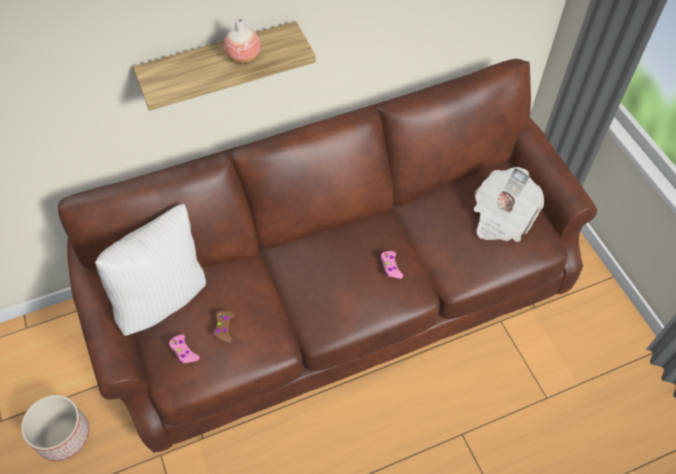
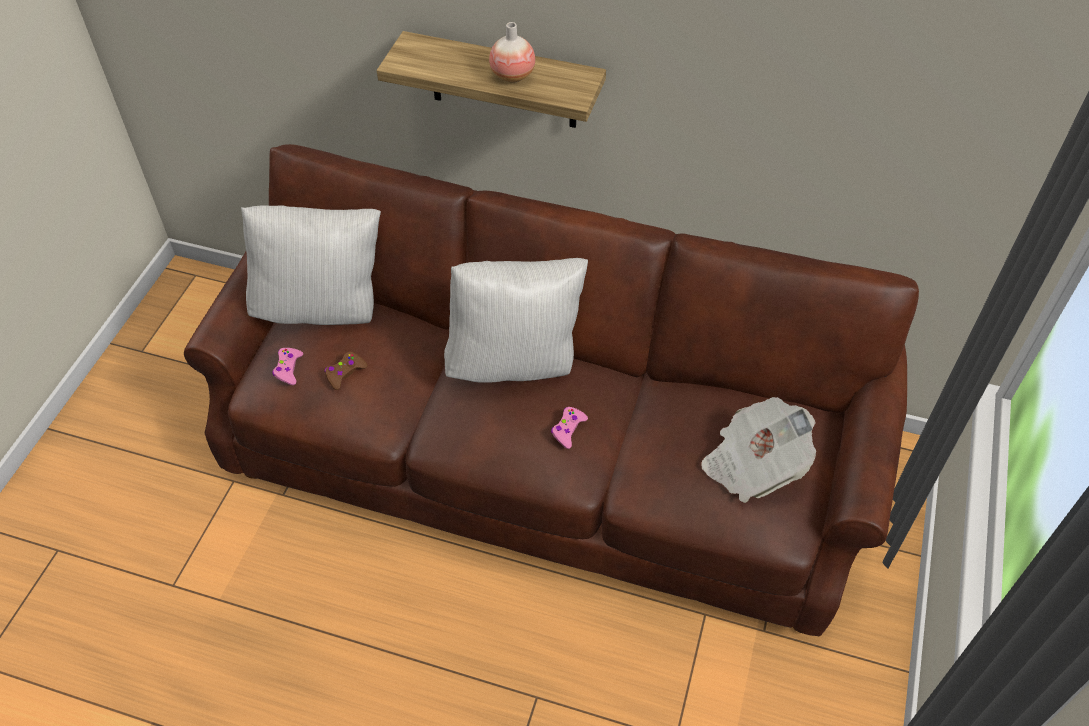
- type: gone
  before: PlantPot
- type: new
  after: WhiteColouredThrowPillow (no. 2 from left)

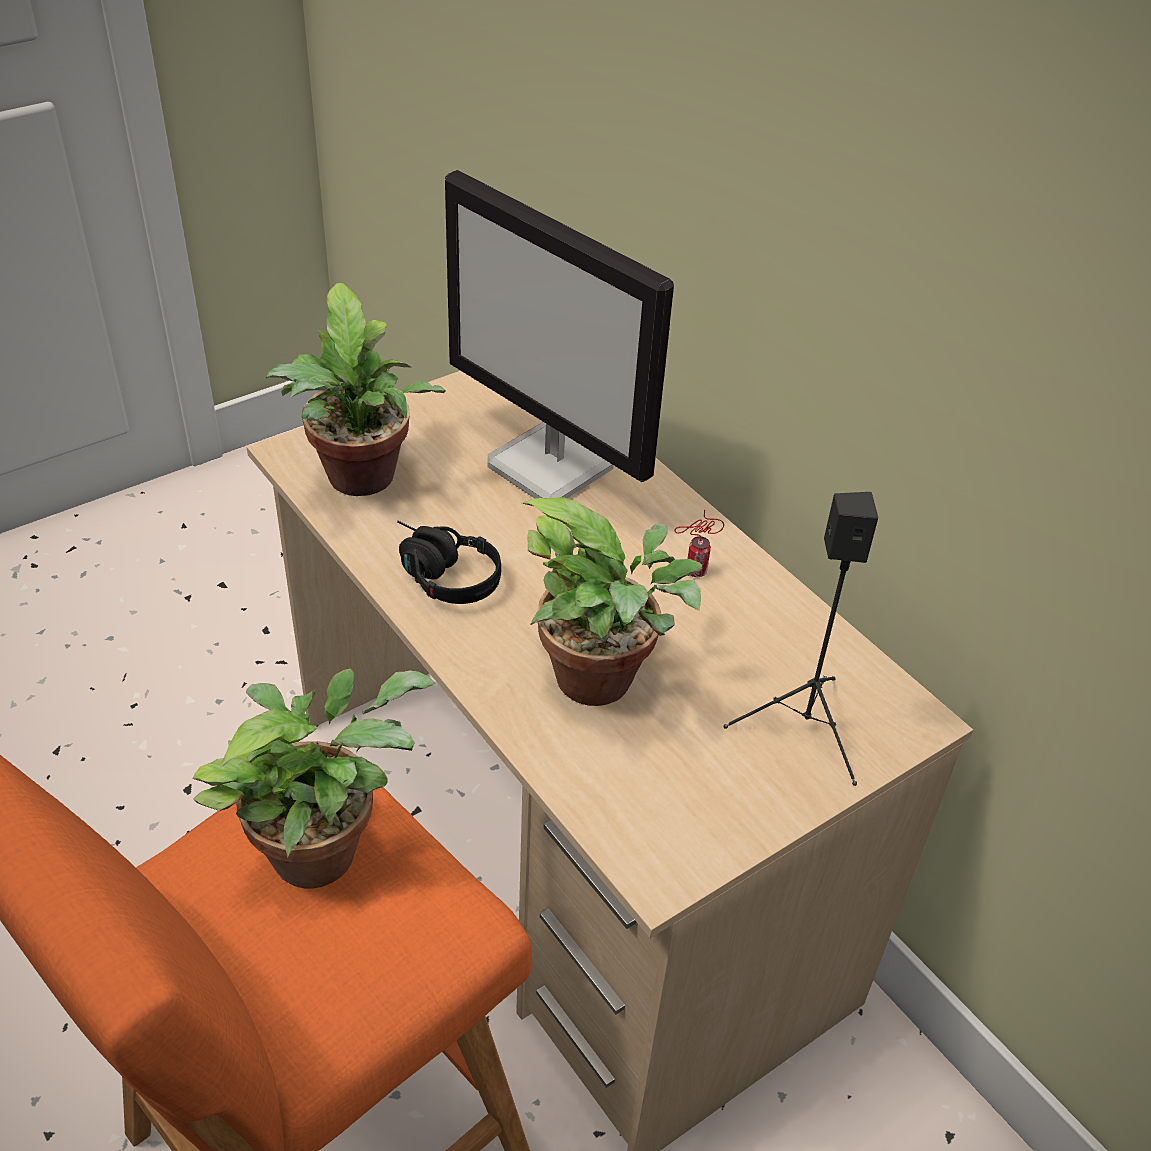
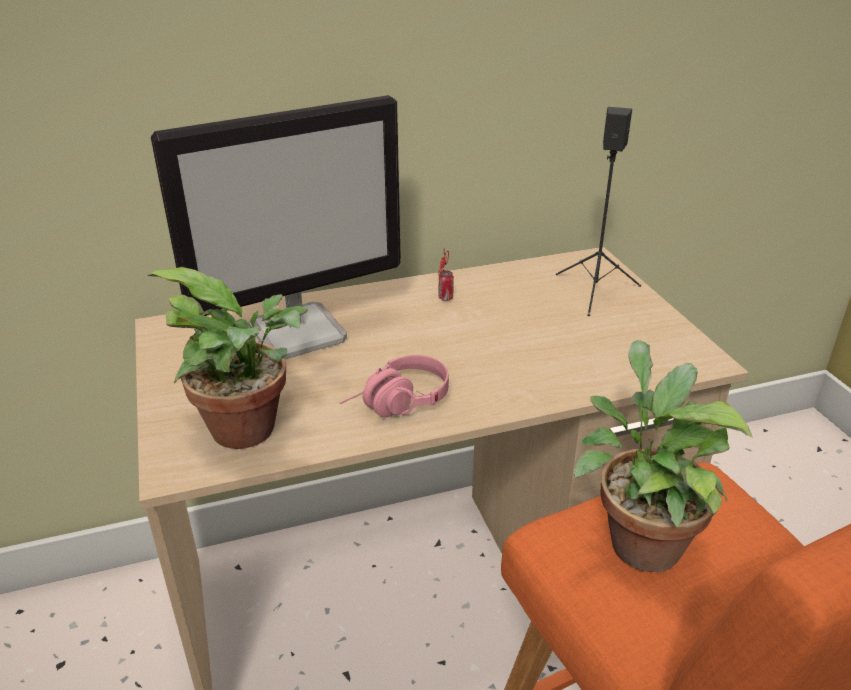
- type: gone
  before: PottedPlant (no. 3 from left)
- type: repainted
  before: BlackishHeadphones
  after: PinkColouredHeadphones

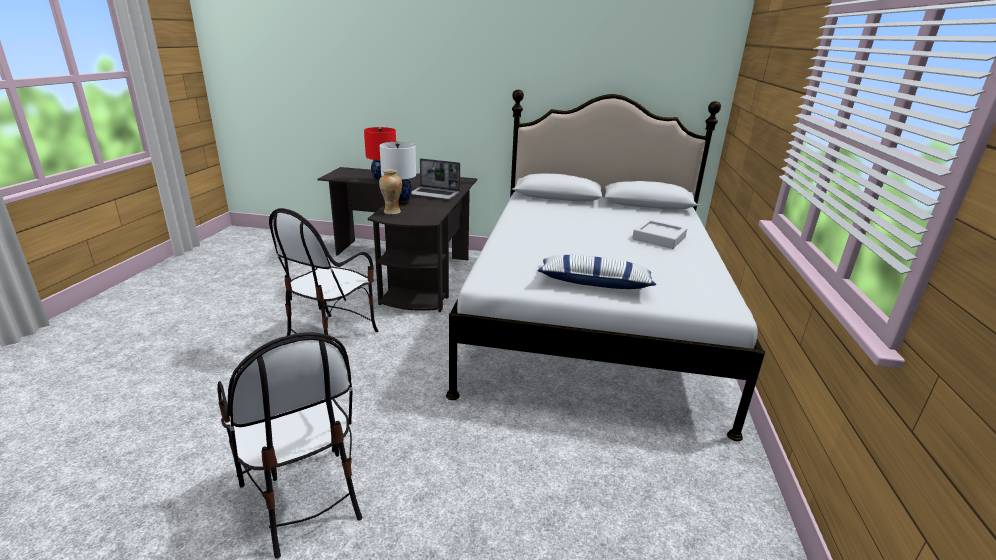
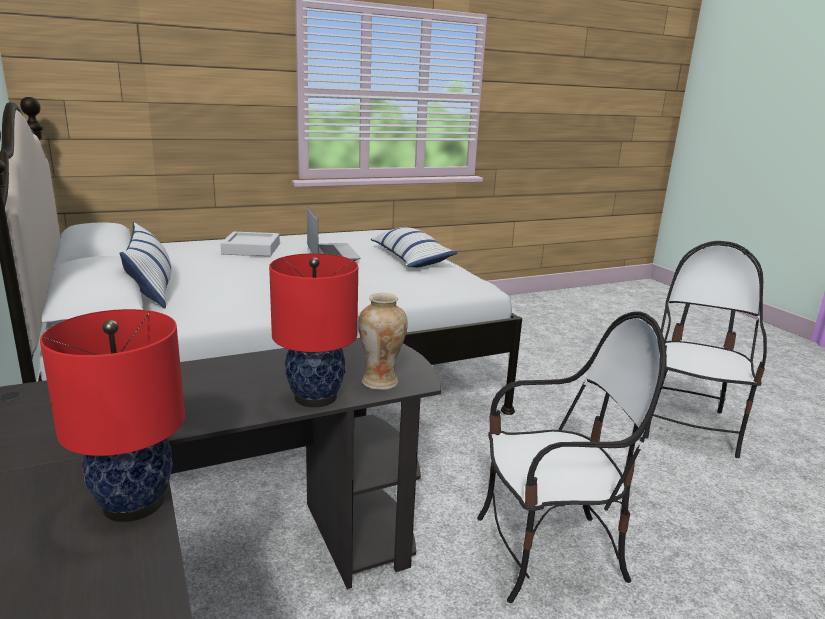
- type: new
  after: ThrowPillow (no. 1 from left)
- type: shifted
  before: PortableComputer
- type: repainted
  before: WhiteColouredLampForATable
  after: ReddishLampForATable (no. 2 from left)

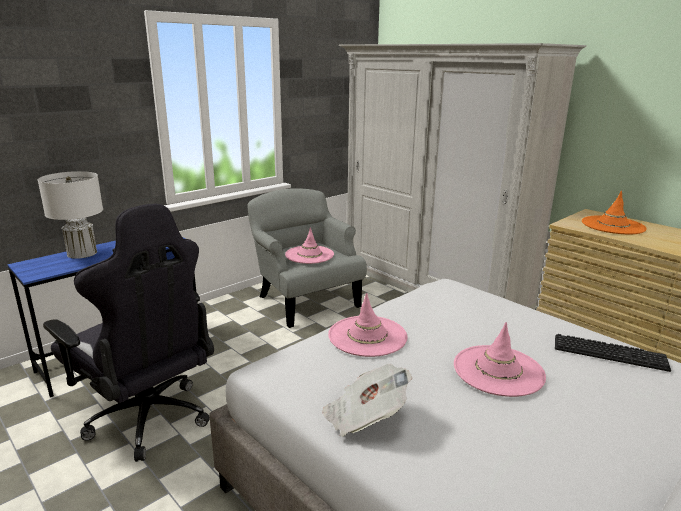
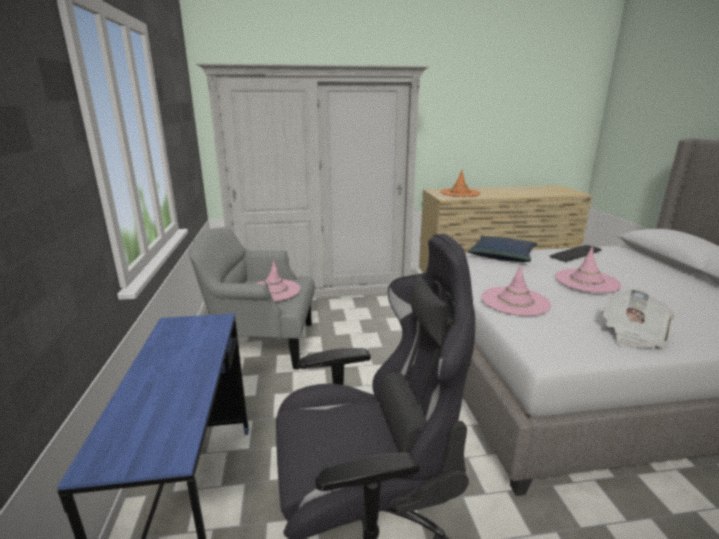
- type: gone
  before: WhiteColouredLampForATable
- type: new
  after: BluishThrowPillow

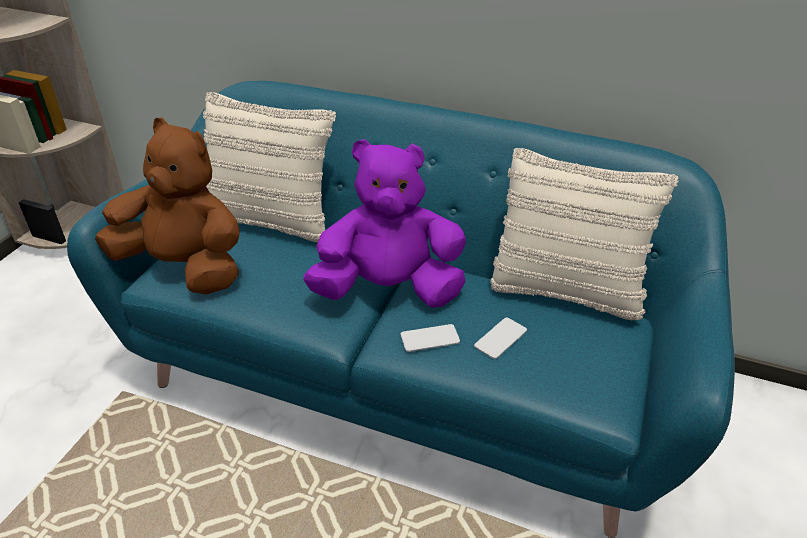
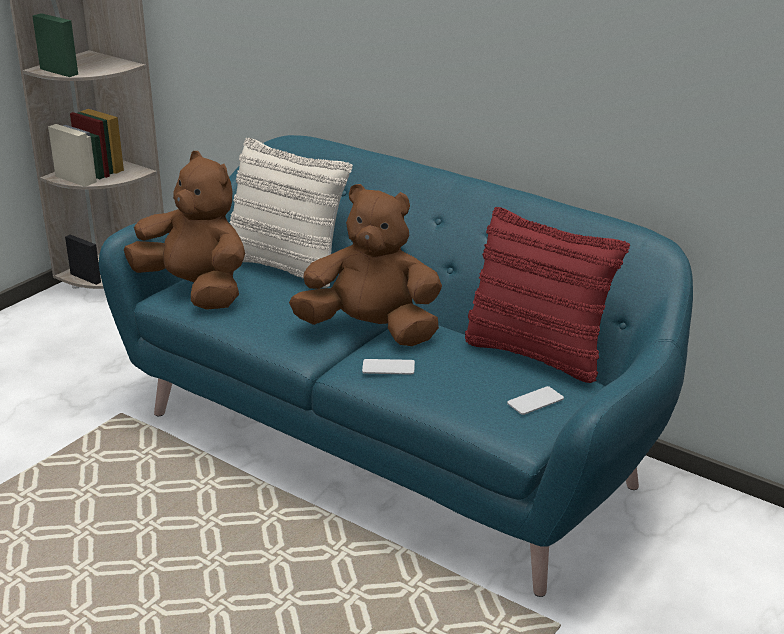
- type: shifted
  before: Telephone (no. 2 from left)
- type: repainted
  before: PurpleCuddlyToy
  after: BrownColouredCuddlyToy (no. 2 from left)
- type: repainted
  before: BeigeThrowPillow (no. 2 from left)
  after: ReddishThrowPillow

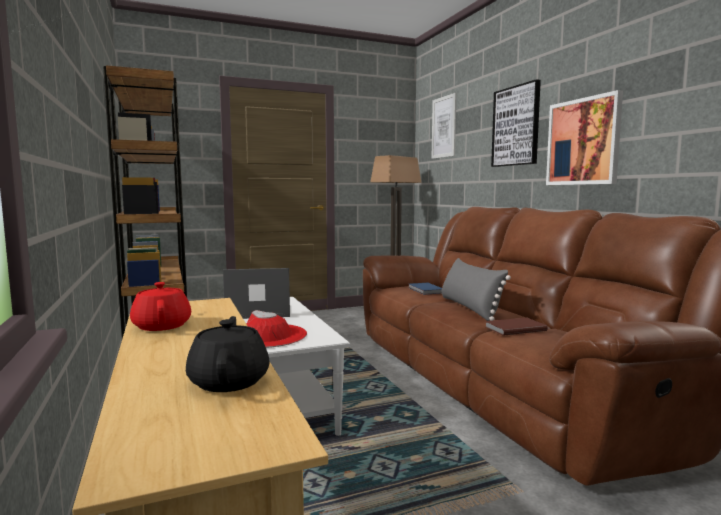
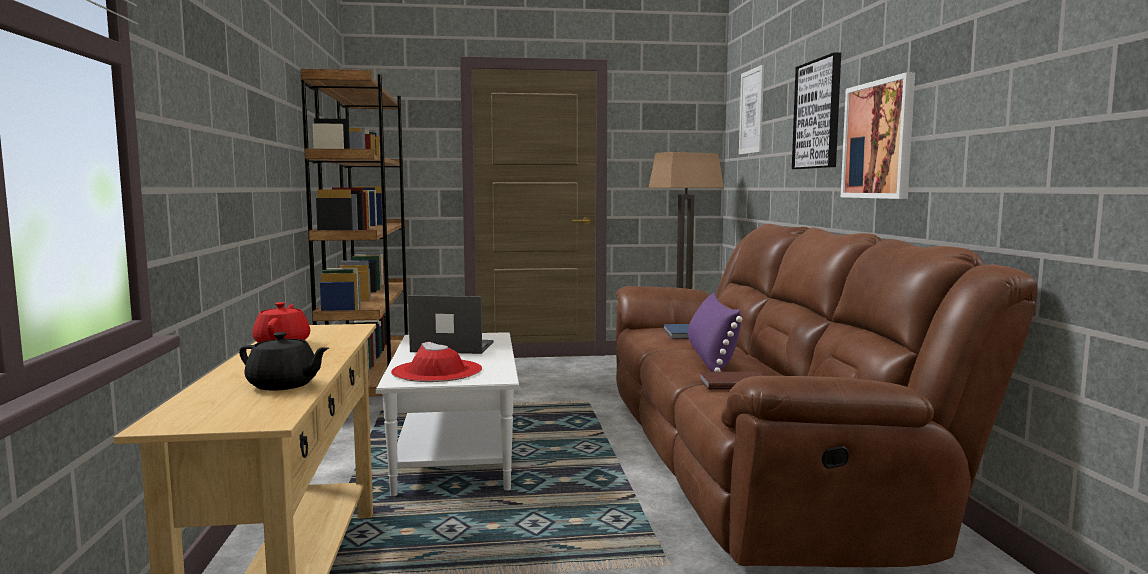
- type: repainted
  before: GreyThrowPillow
  after: PurpleThrowPillow
- type: rotated
  before: BlackishTeaPot
  turn: 105

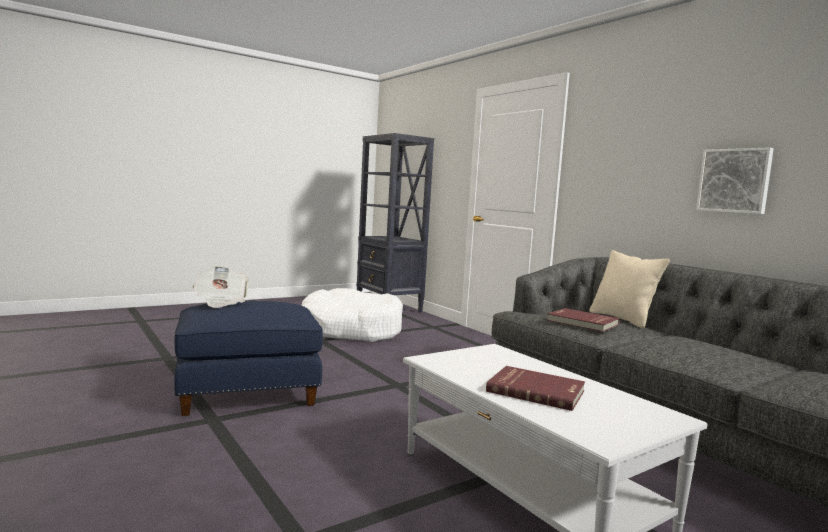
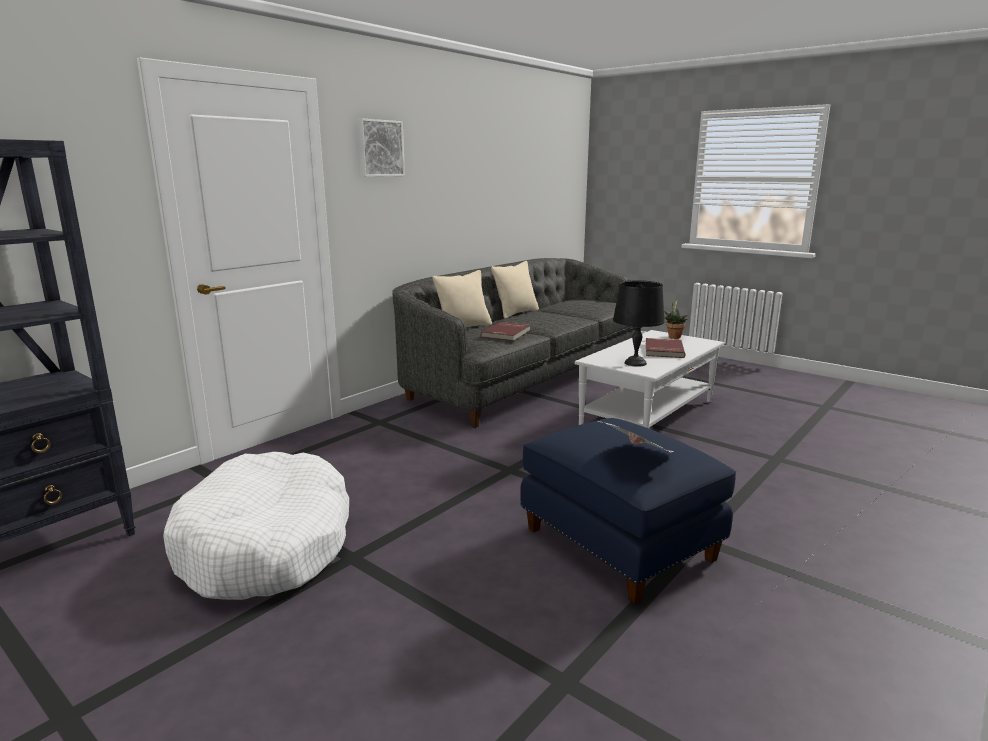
- type: new
  after: BeigeThrowPillow (no. 2 from left)
- type: new
  after: BlackishLampForATable
- type: new
  after: PottedPlant
- type: shifted
  before: WallPicture

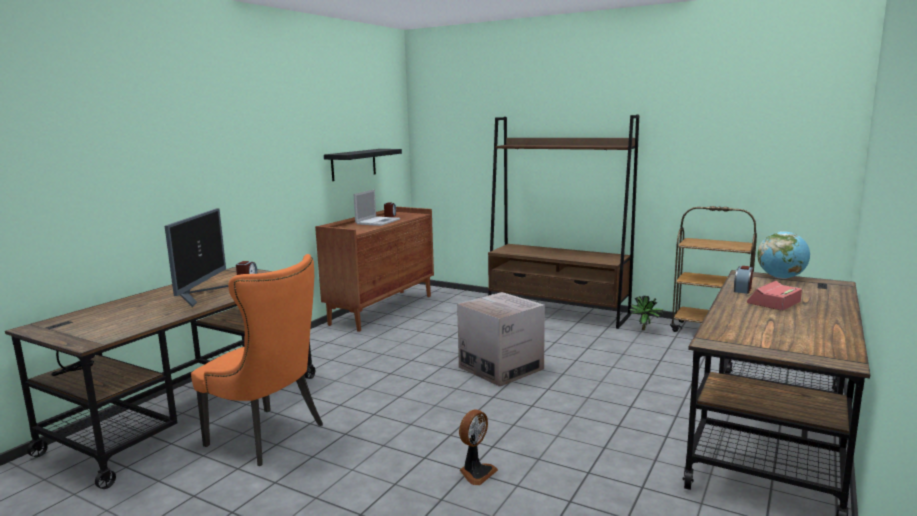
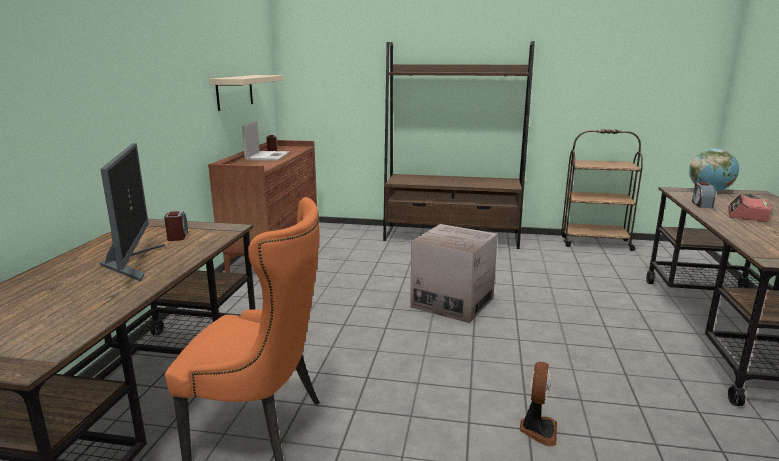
- type: gone
  before: PottedPlant
- type: repainted
  before: BlackishWallShelf
  after: BeigeWallShelf

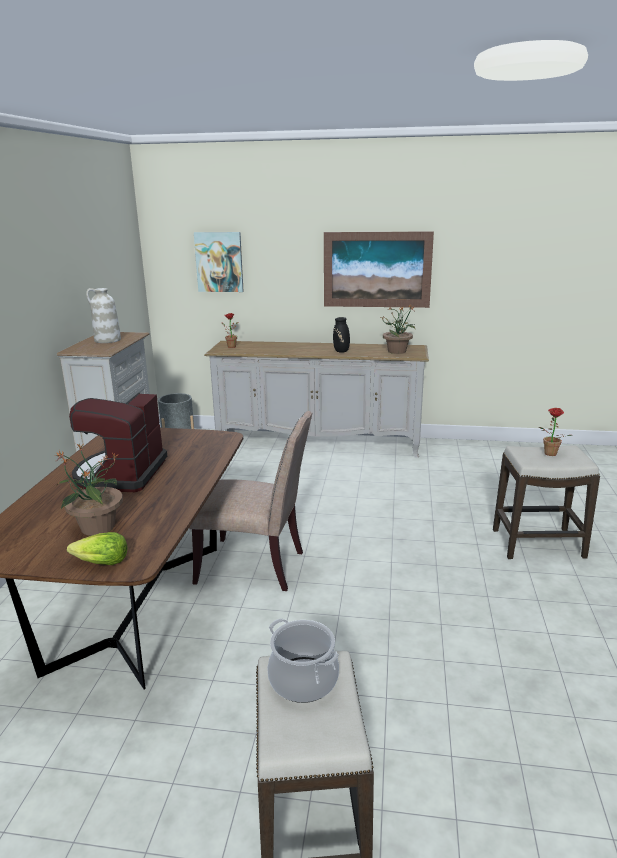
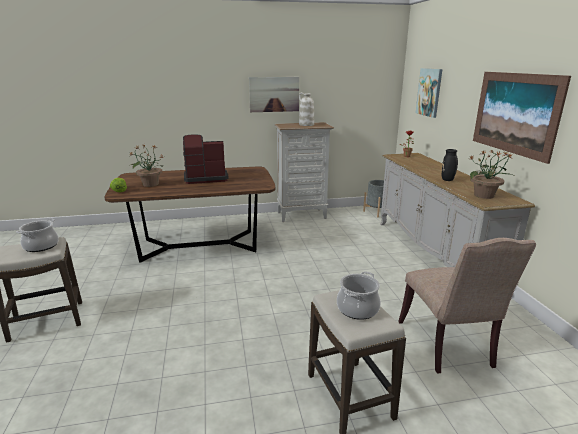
- type: new
  after: WallPicture (no. 1 from left)
- type: shifted
  before: BeigeUprightChair
- type: swapped
  before: PottedPlant (no. 4 from left)
  after: CookingPot (no. 2 from left)

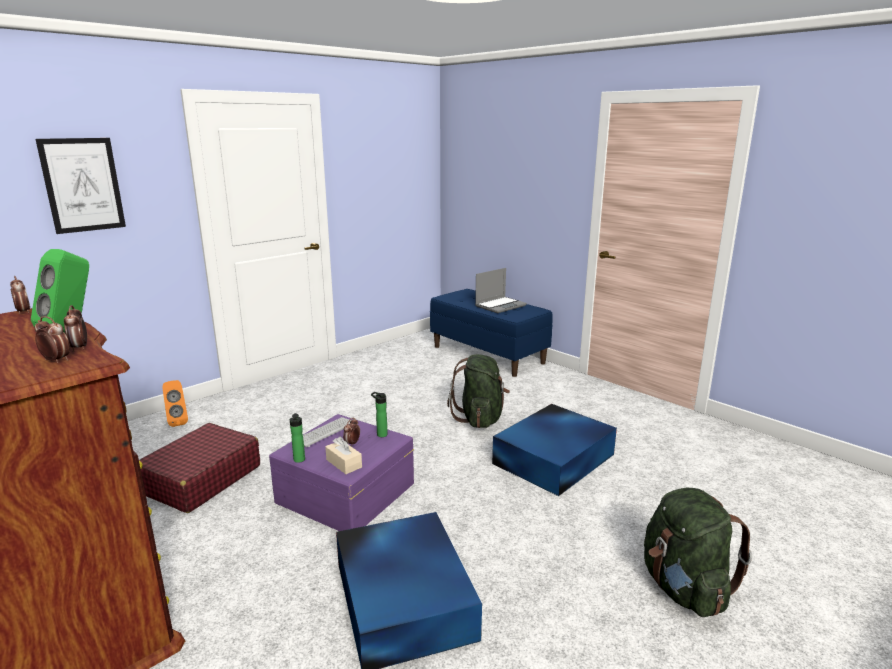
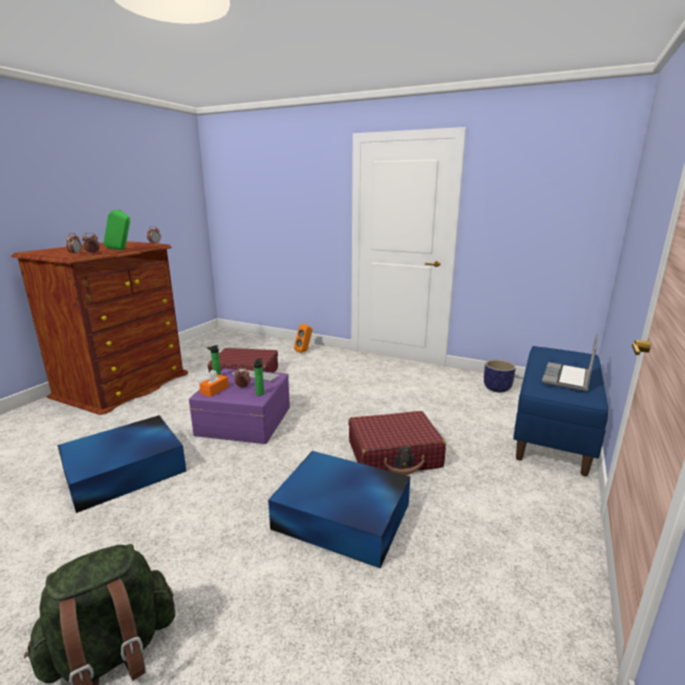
- type: gone
  before: WallPicture
- type: new
  after: PlantPot
- type: swapped
  before: GreenBackpack (no. 1 from left)
  after: ReddishPieceOfLuggage (no. 2 from left)
- type: repainted
  before: BeigeTissueHolder
  after: OrangeyTissueHolder
- type: rotated
  before: PortableComputer
  turn: 90

